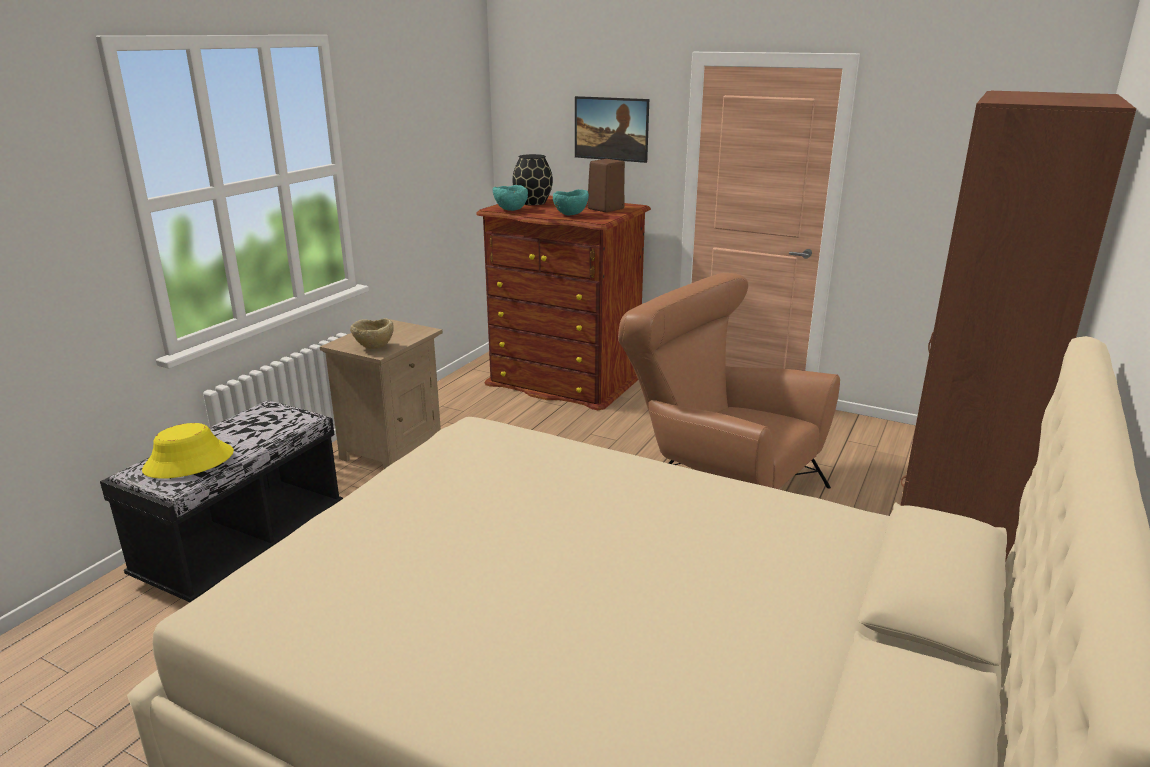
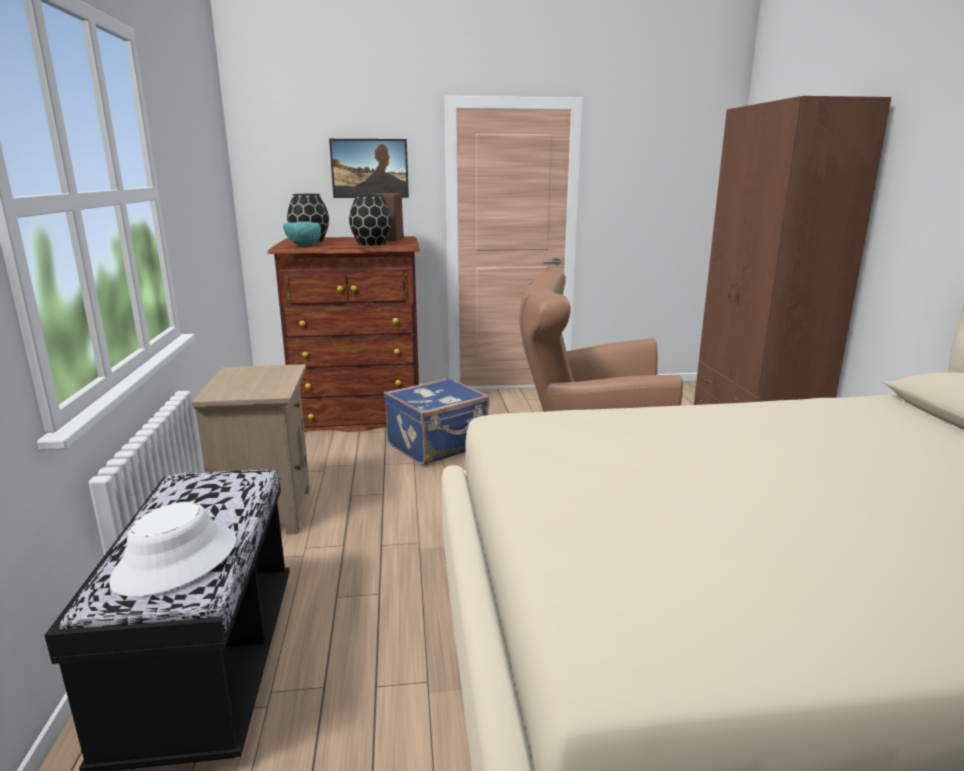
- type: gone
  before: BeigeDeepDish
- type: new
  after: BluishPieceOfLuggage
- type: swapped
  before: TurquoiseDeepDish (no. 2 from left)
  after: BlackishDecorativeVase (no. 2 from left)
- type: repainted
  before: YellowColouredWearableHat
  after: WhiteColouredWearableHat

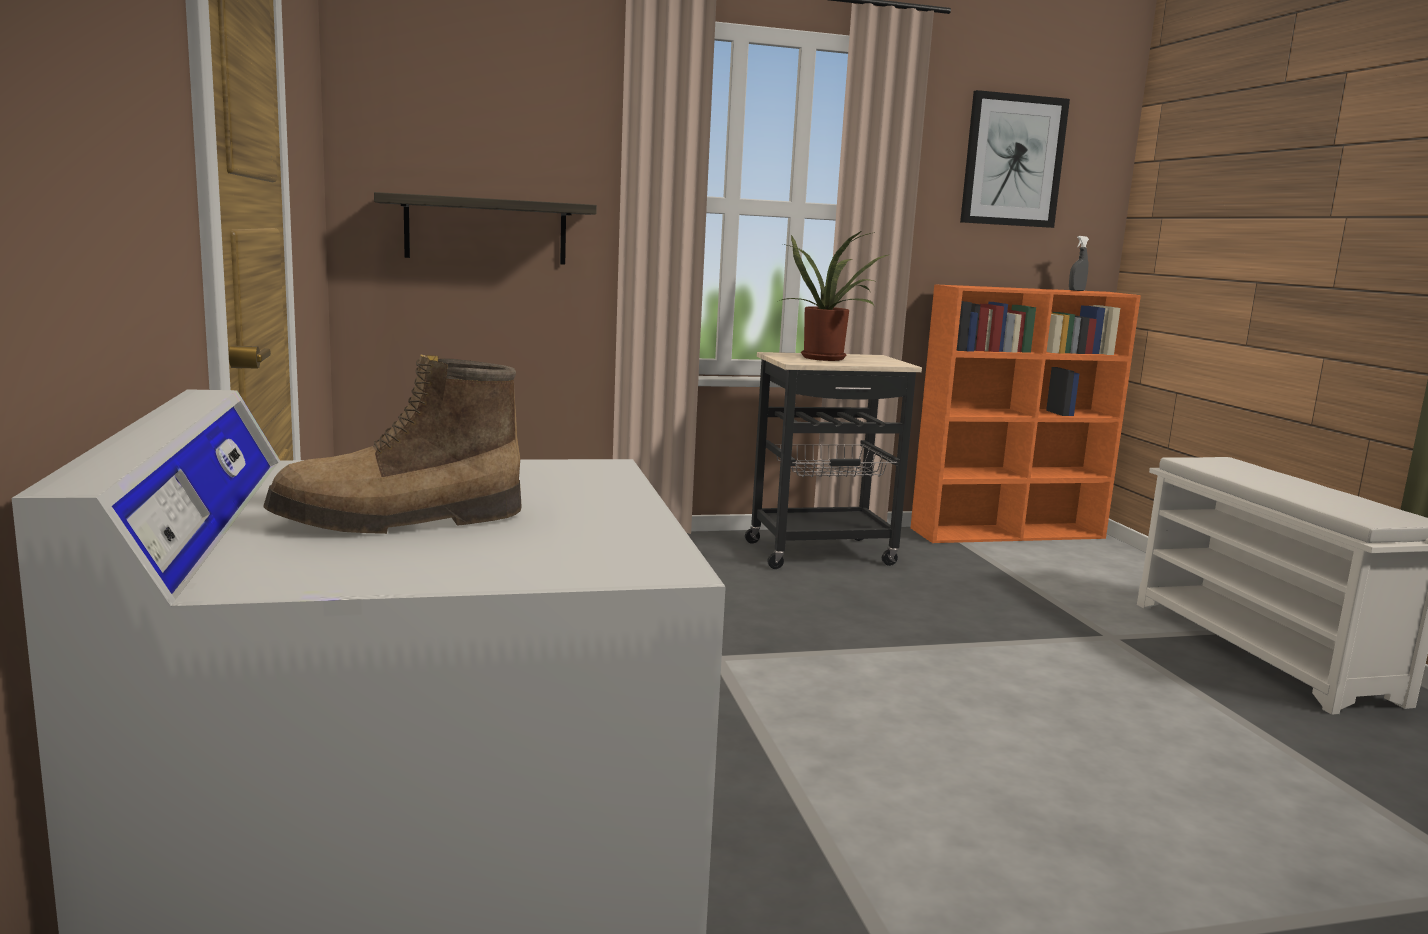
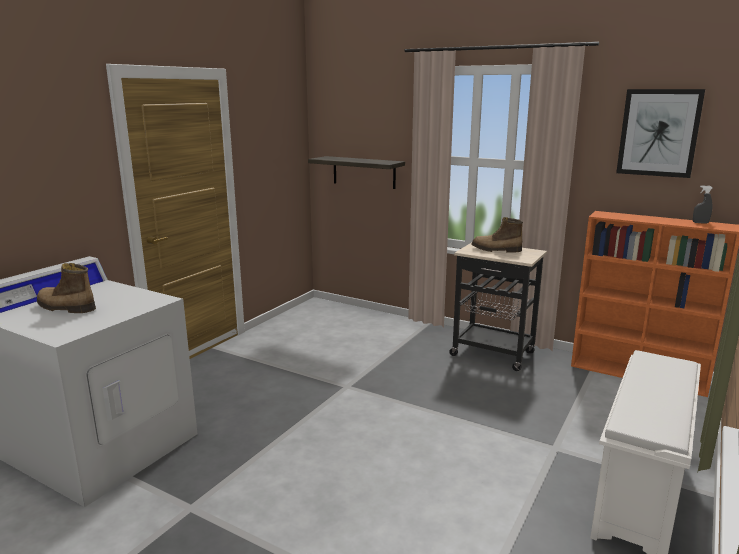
- type: swapped
  before: PottedPlant
  after: HighTopBoot (no. 2 from left)

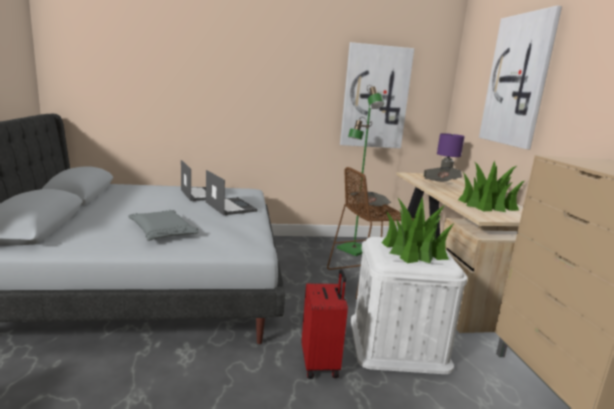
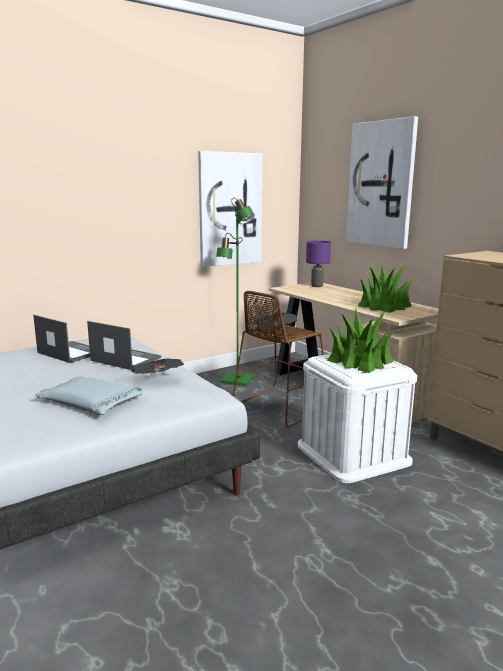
- type: gone
  before: ReddishPieceOfLuggage
- type: shifted
  before: Newspaper (no. 2 from left in the first image)
  after: Newspaper (no. 1 from left)
- type: repainted
  before: GreyThrowPillow
  after: BluishThrowPillow

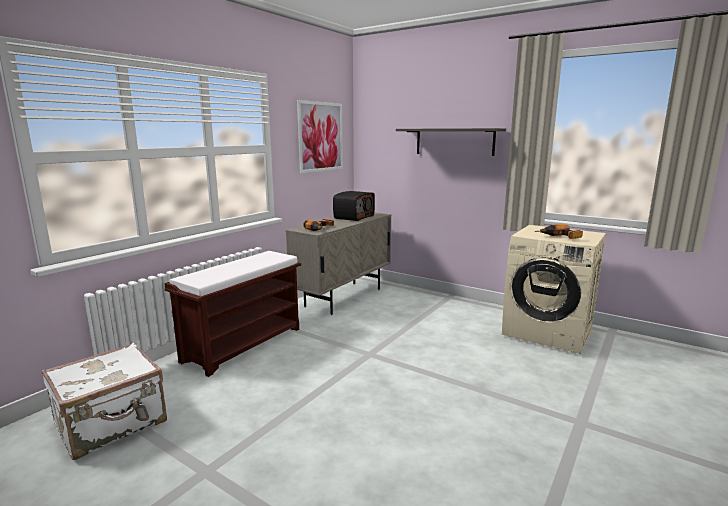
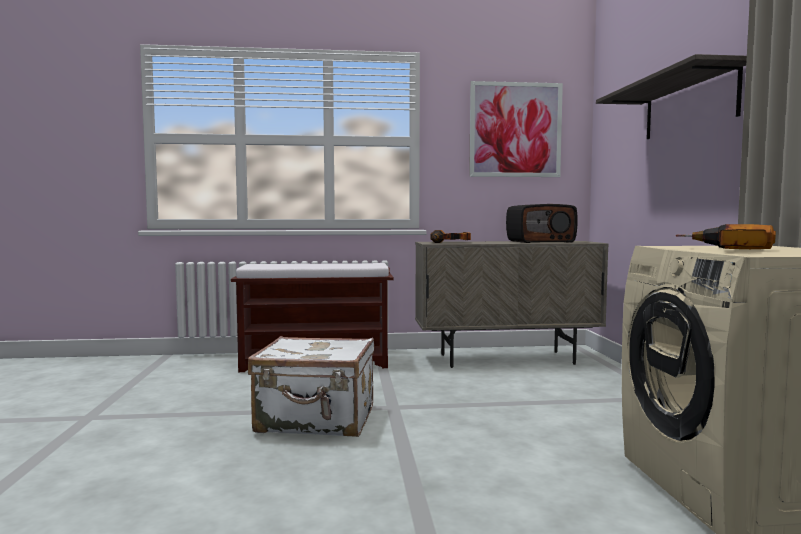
- type: shifted
  before: WhiteColouredPieceOfLuggage

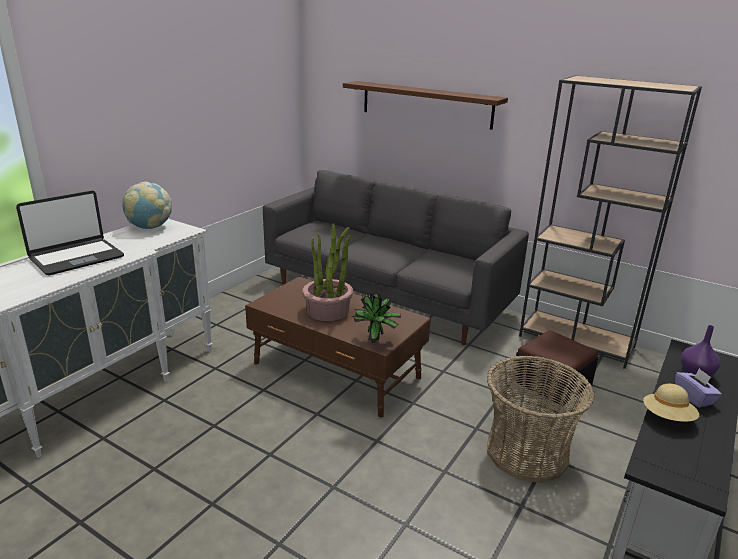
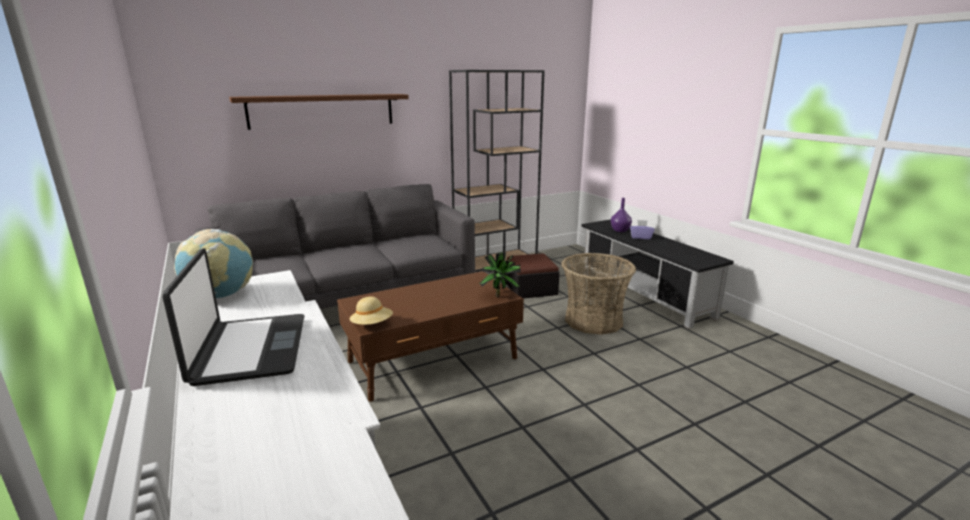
- type: gone
  before: PottedPlant (no. 1 from left)
- type: shifted
  before: BeigeWearableHat

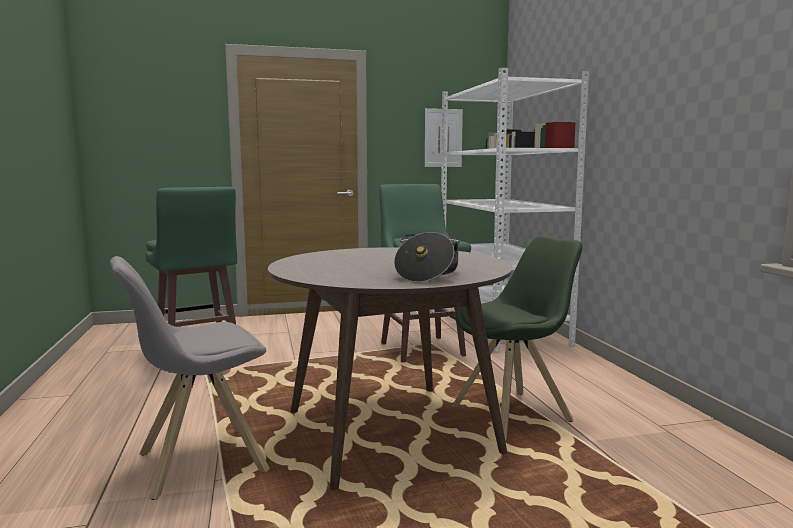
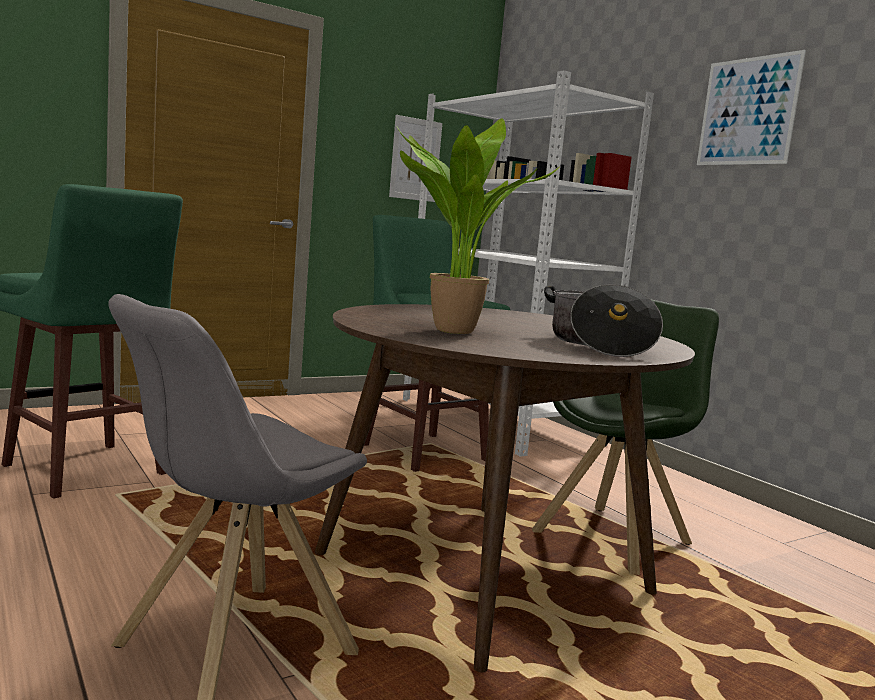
- type: new
  after: PottedPlant
- type: new
  after: WallPicture (no. 2 from left)

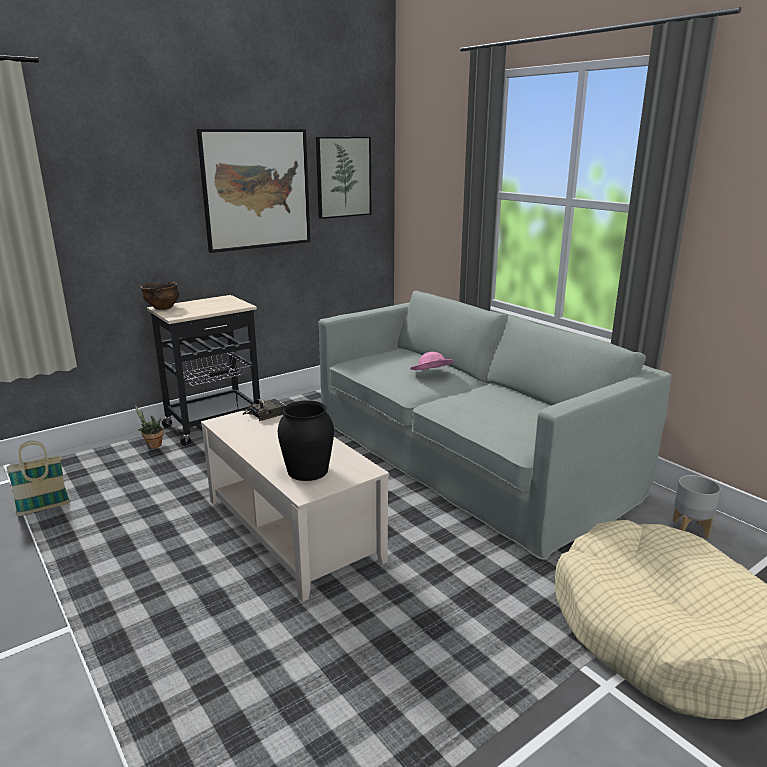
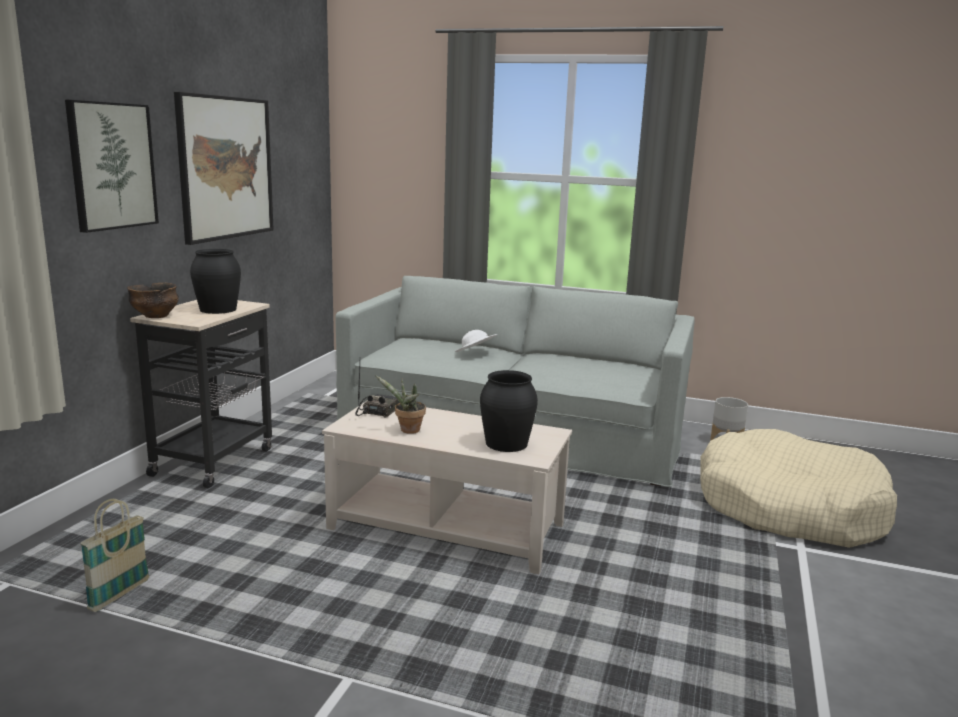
- type: new
  after: BlackishDecorativeVase (no. 1 from left)
- type: shifted
  before: PottedPlant
- type: shifted
  before: WallPicture (no. 2 from left in the first image)
  after: WallPicture (no. 1 from left)
- type: repainted
  before: PinkColouredWearableHat
  after: WhiteColouredWearableHat

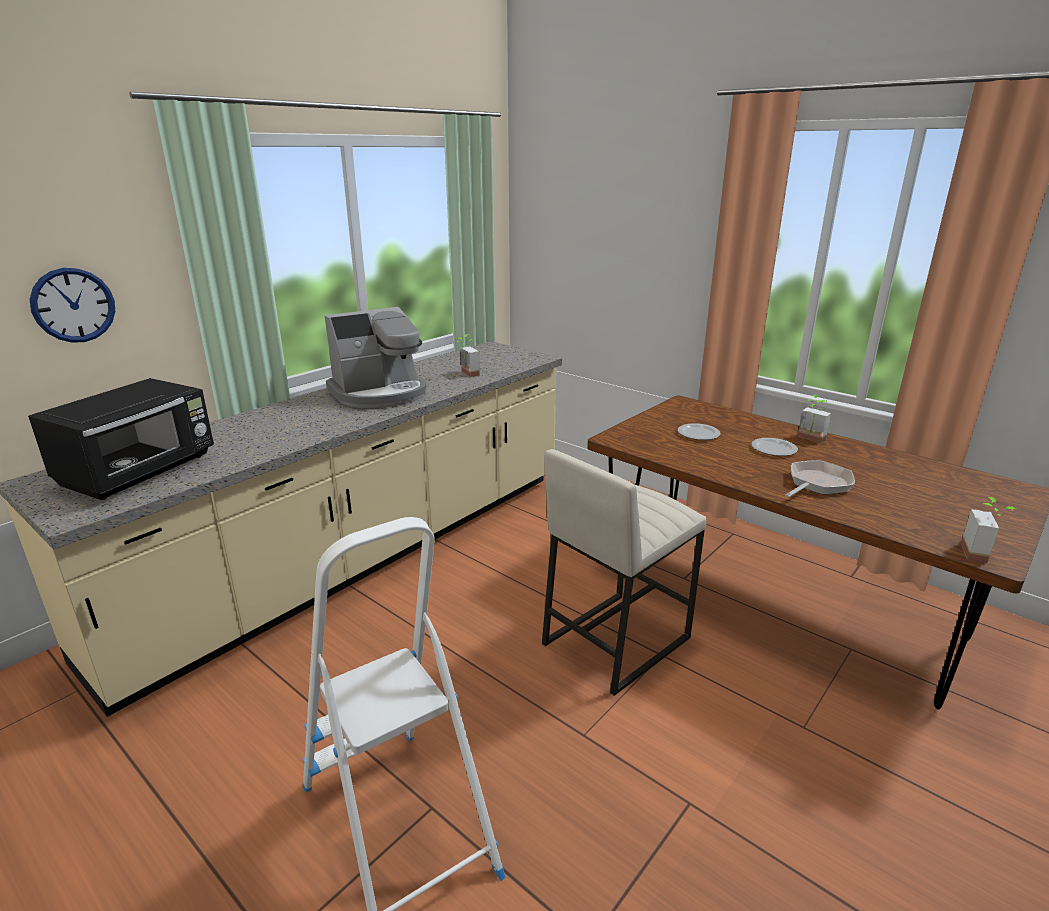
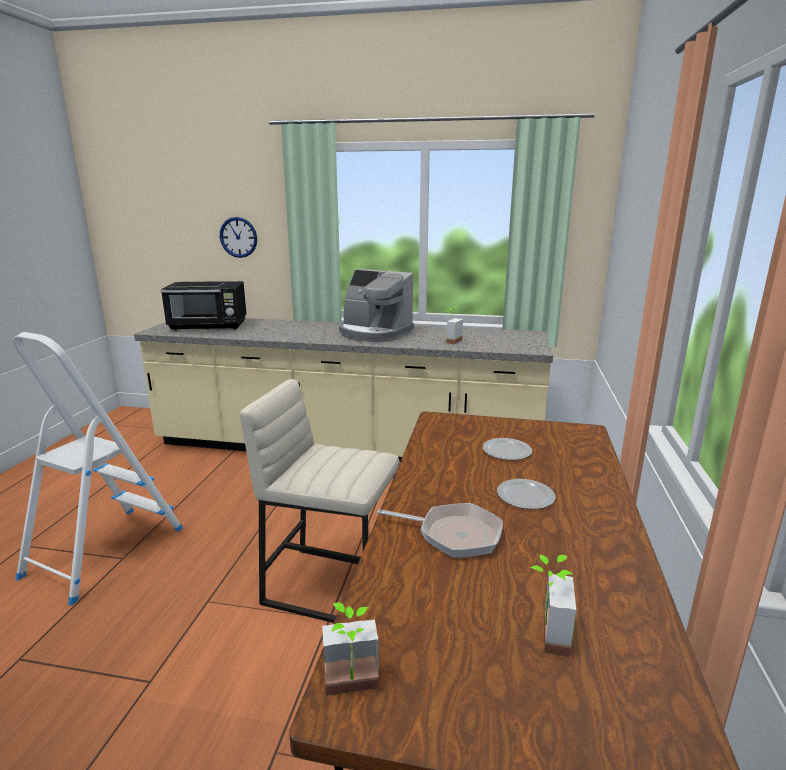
- type: shifted
  before: PottedPlant (no. 2 from left in the first image)
  after: PottedPlant (no. 3 from left)

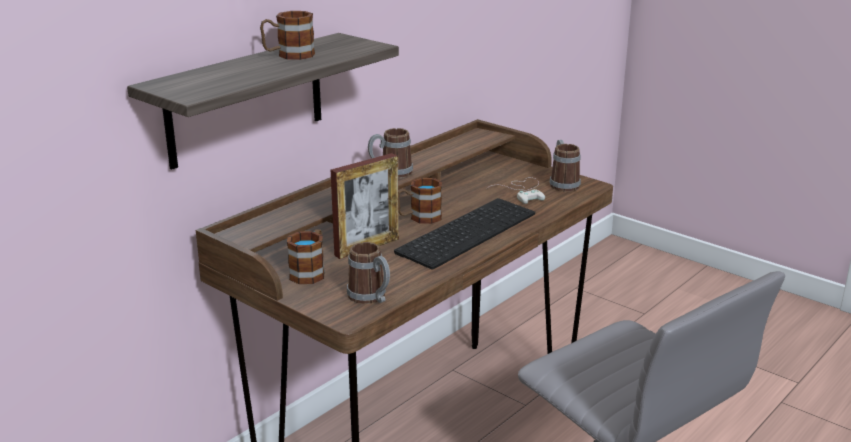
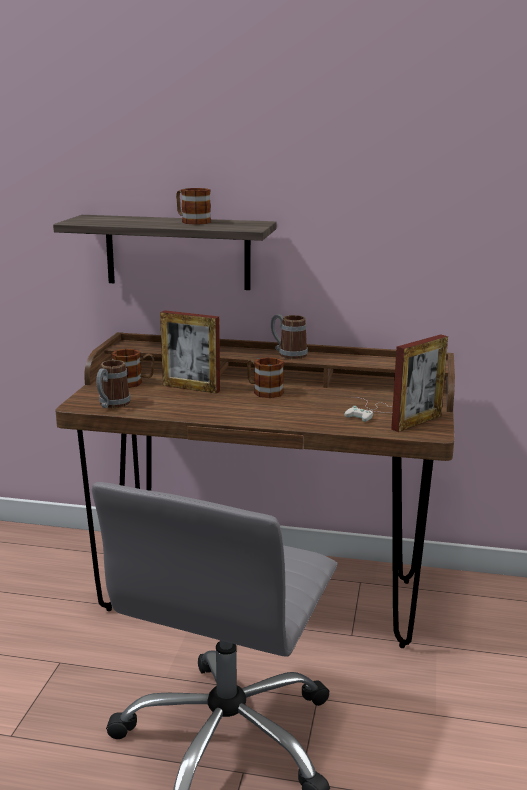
- type: gone
  before: Keyboard
- type: swapped
  before: CoffeeMug (no. 6 from left)
  after: StandingFrame (no. 2 from left)

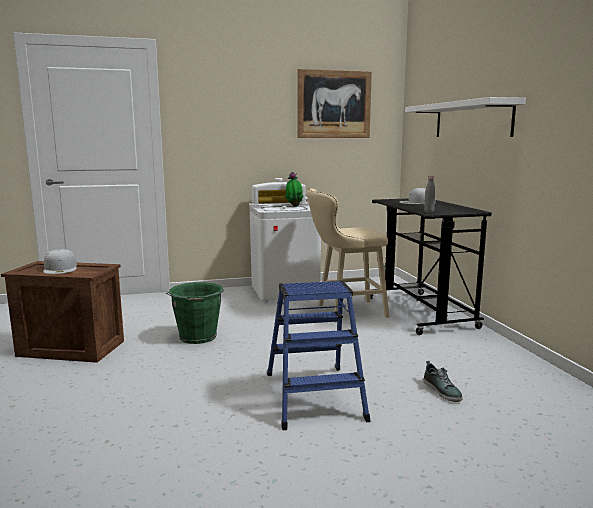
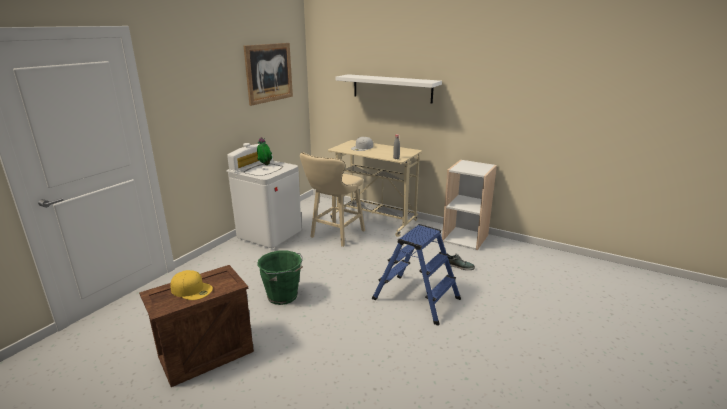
- type: new
  after: Bookshelf
- type: repainted
  before: WhiteColouredCap (no. 1 from left)
  after: YellowColouredCap
- type: repainted
  before: BlackishDesk
  after: BeigeDesk

